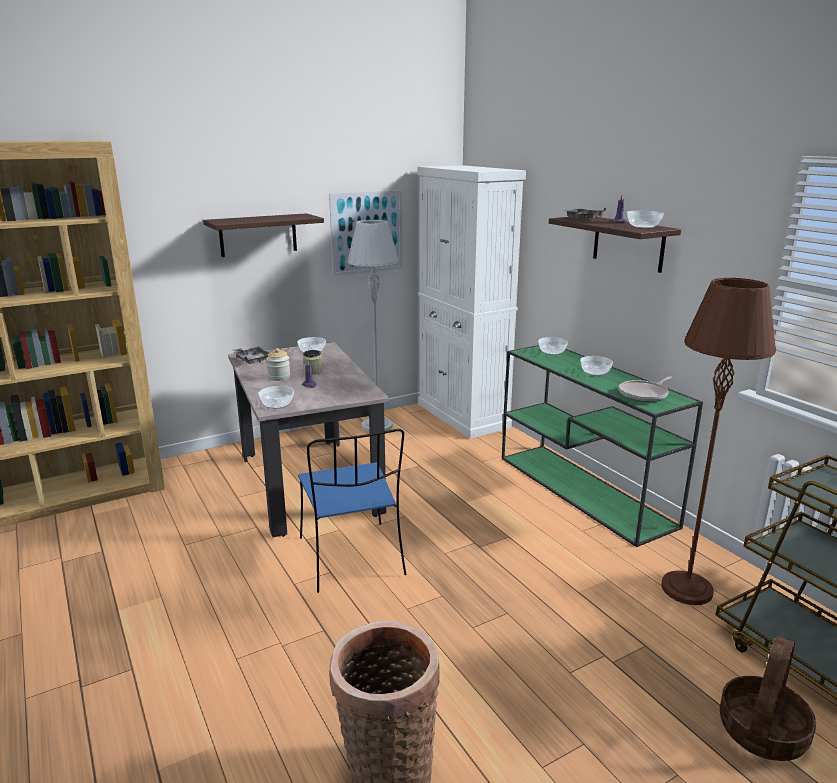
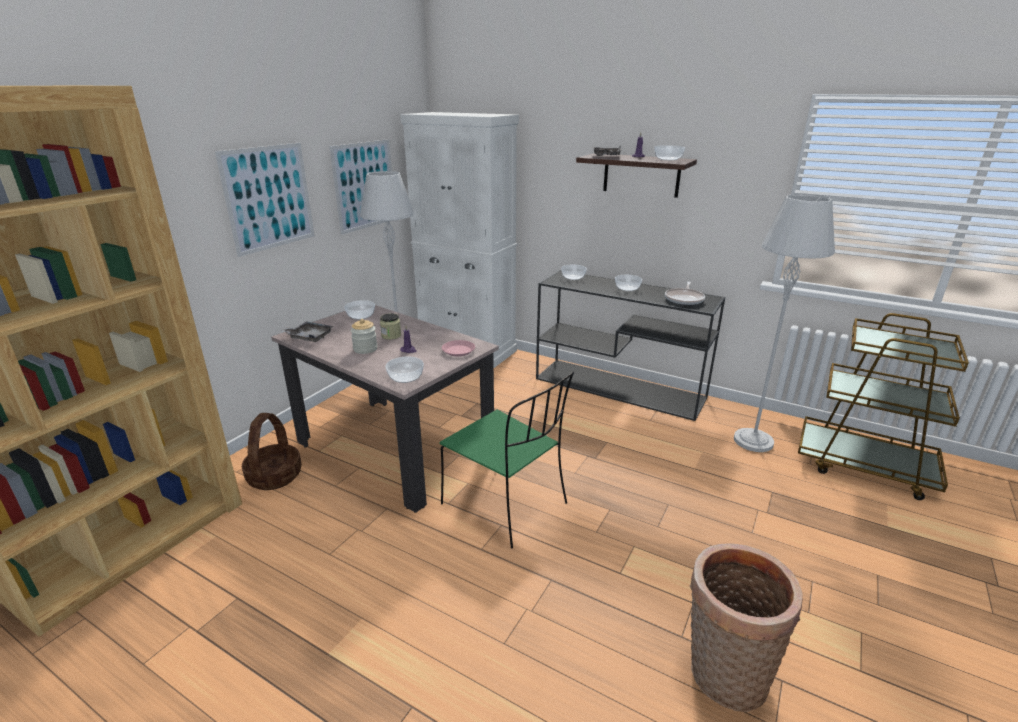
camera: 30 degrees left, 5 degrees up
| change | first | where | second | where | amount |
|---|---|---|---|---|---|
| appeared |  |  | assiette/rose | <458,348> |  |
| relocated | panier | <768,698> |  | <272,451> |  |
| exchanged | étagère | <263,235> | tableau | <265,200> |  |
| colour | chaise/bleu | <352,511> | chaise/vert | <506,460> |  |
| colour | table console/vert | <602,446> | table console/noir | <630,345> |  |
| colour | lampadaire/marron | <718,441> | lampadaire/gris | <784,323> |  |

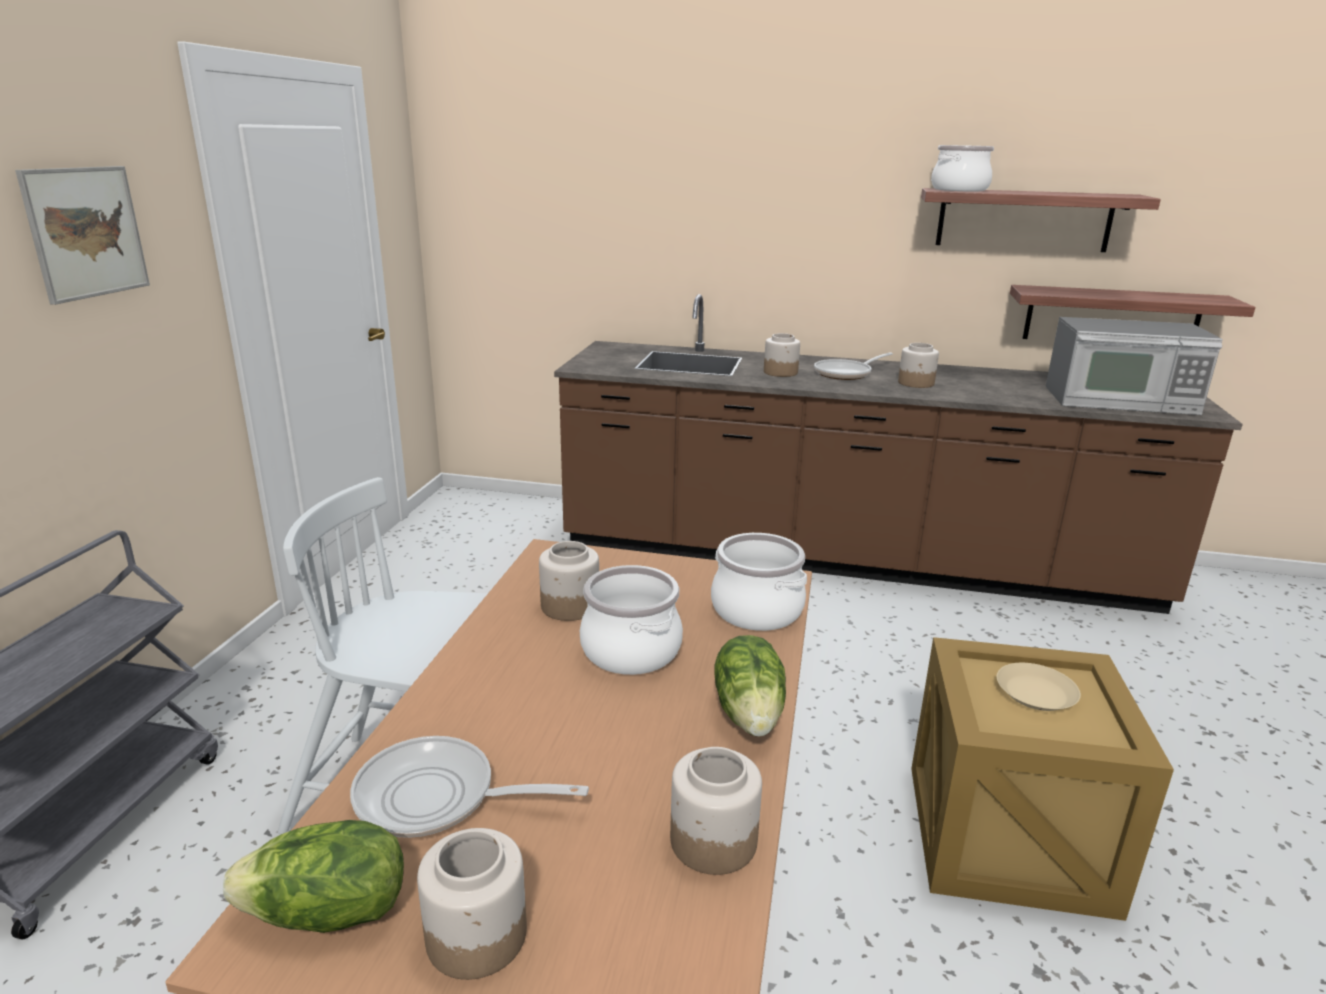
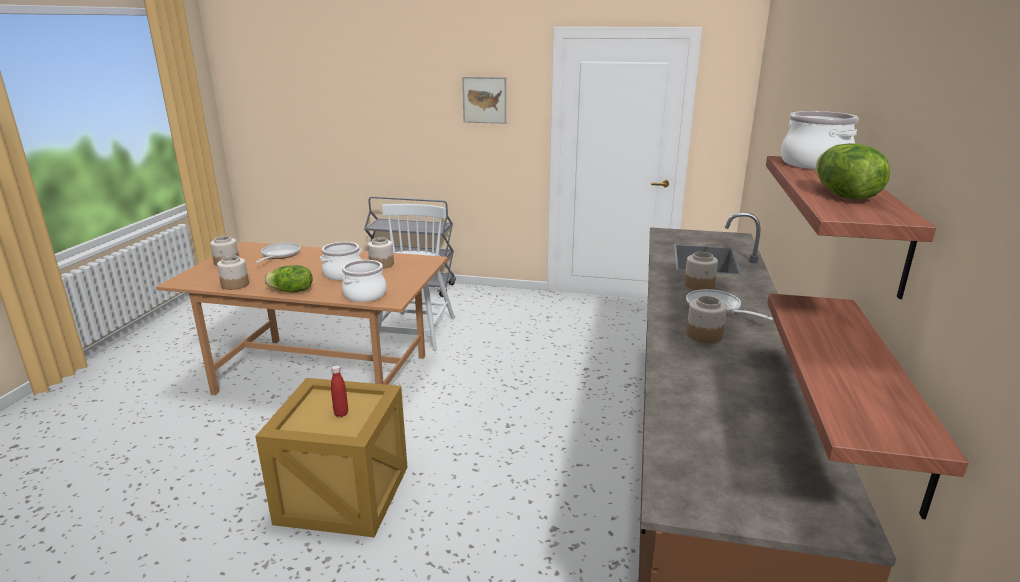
camera: 90 degrees right, 0 degrees up
| change | first | where | second | where | amount |
|---|---|---|---|---|---|
| missing | micro-ondes | <1134,366> |  |  |  |
| relocated | laitue | <313,876> |  | <853,171> |  |
| exchanged | assiette/beige | <1039,687> | bouteille/rouge | <339,391> |  |

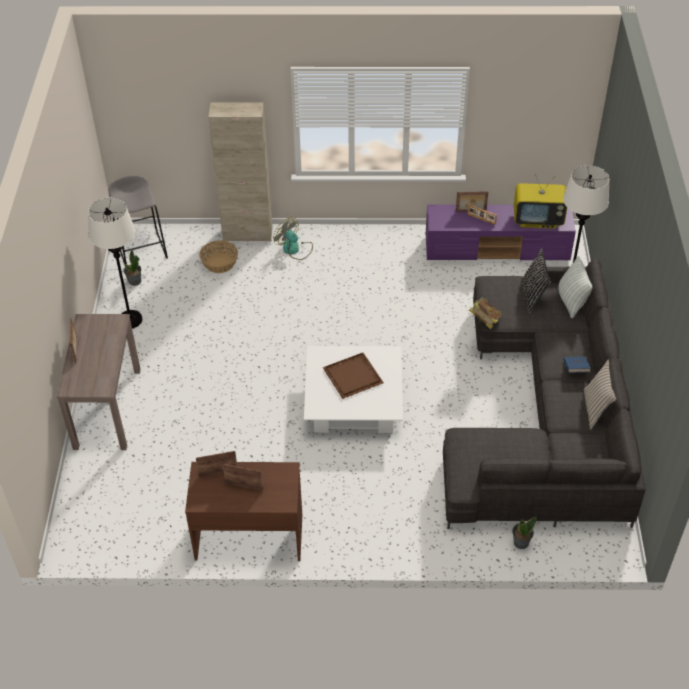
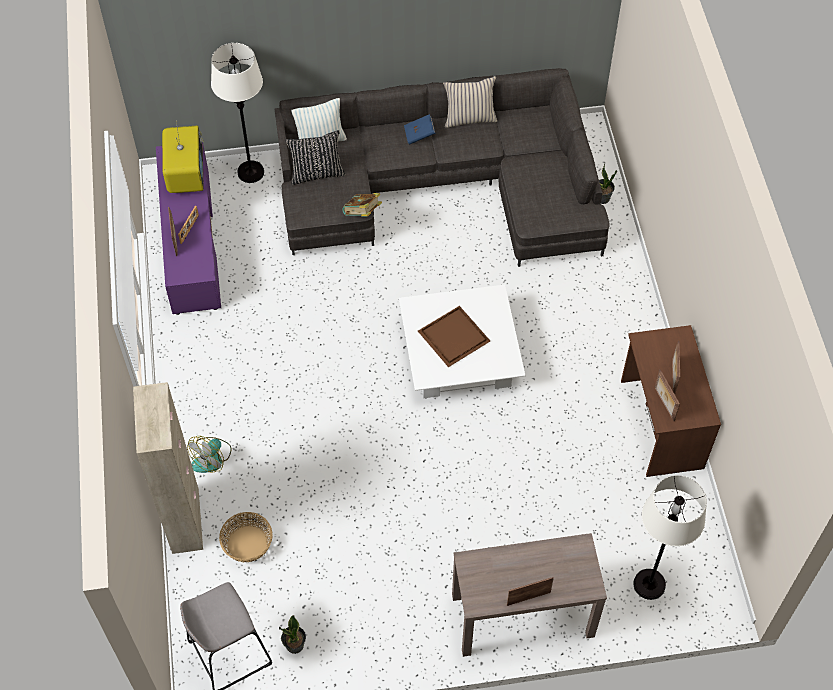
camera: 100 degrees left, 10 degrees up
| change | first | where | second | where | amount |
|---|---|---|---|---|---|
| relocated | lampadaire/blanc | <115,263> |  | <670,537> |  |

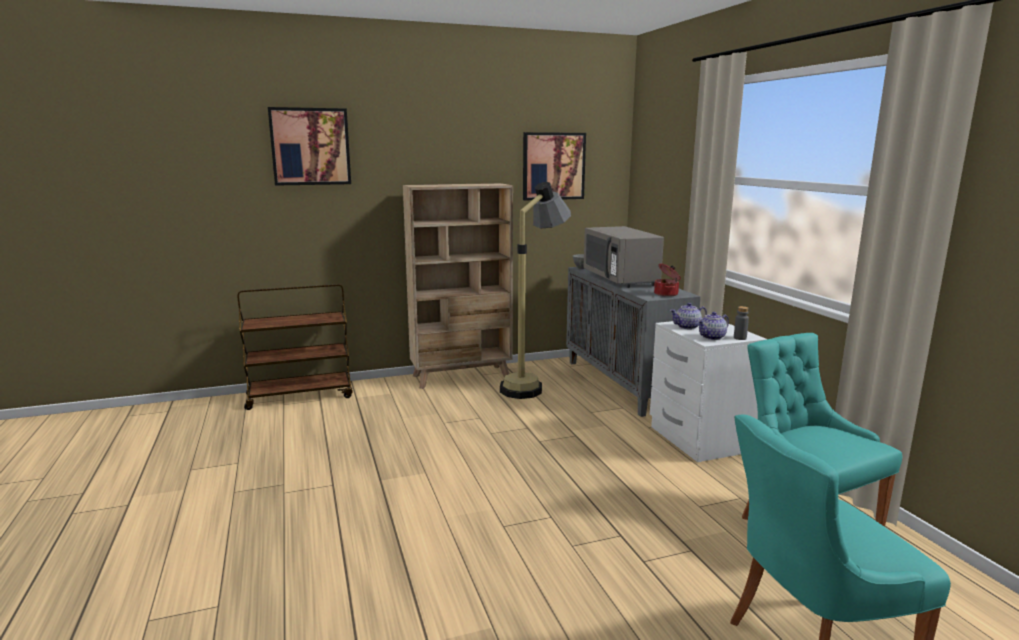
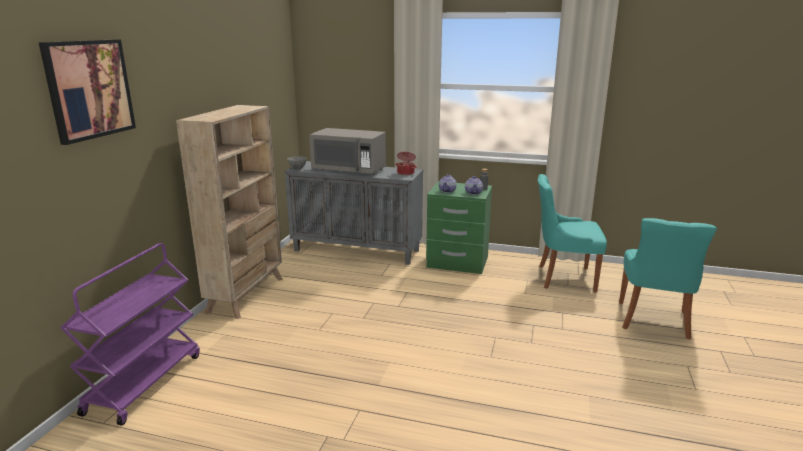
camera: 55 degrees left, 5 degrees up
| change | first | where | second | where | amount |
|---|---|---|---|---|---|
| missing | lampadaire | <535,290> |  |  |  |
| missing | tableau | <554,166> |  |  |  |
| colour | chariot/marron | <295,347> | chariot/violet | <130,334> |  |
| colour | table de chevet/blanc | <708,390> | table de chevet/vert | <459,227> |  |

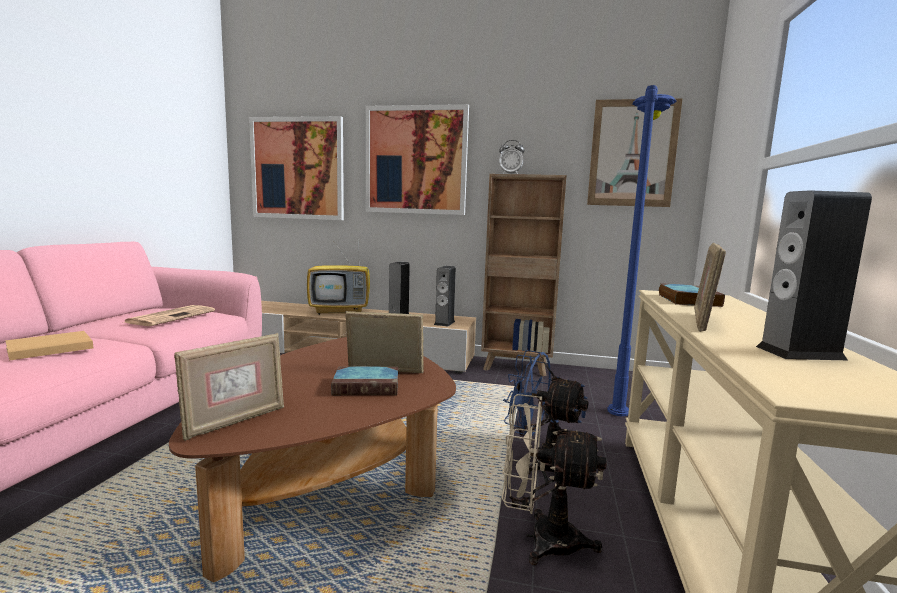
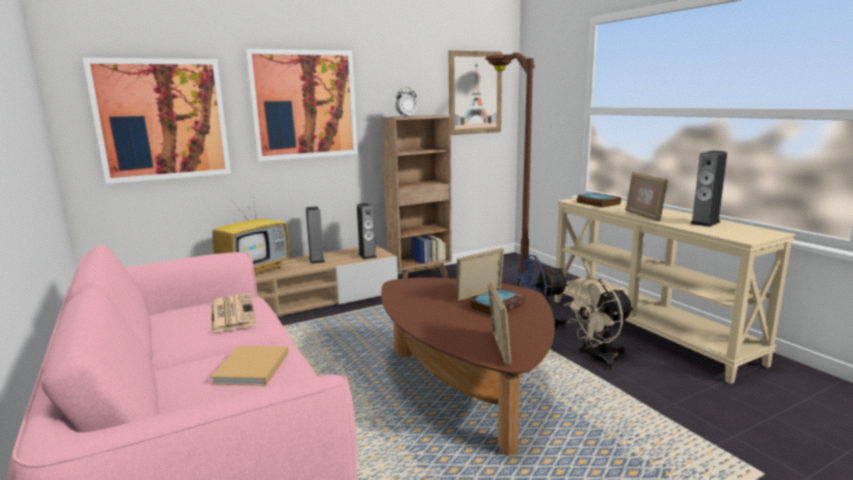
camera: 40 degrees left, 5 degrees up
| change | first | where | second | where | amount |
|---|---|---|---|---|---|
| colour | lampadaire/bleu | <642,250> | lampadaire/marron | <510,169> |  |

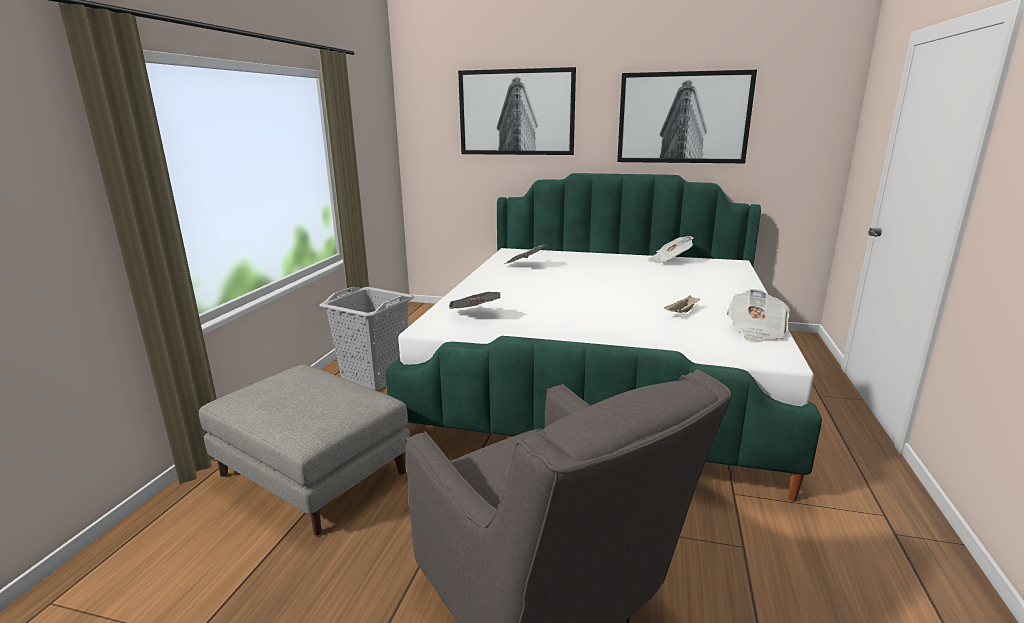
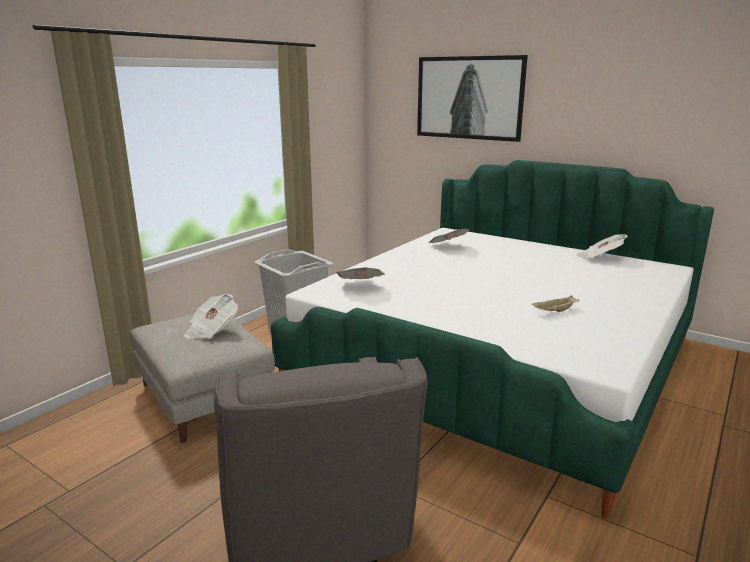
camera: 20 degrees right, 0 degrees up
| change | first | where | second | where | amount |
|---|---|---|---|---|---|
| missing | tableau | <687,116> |  |  |  |
| relocated | journal | <758,316> |  | <211,316> |  |

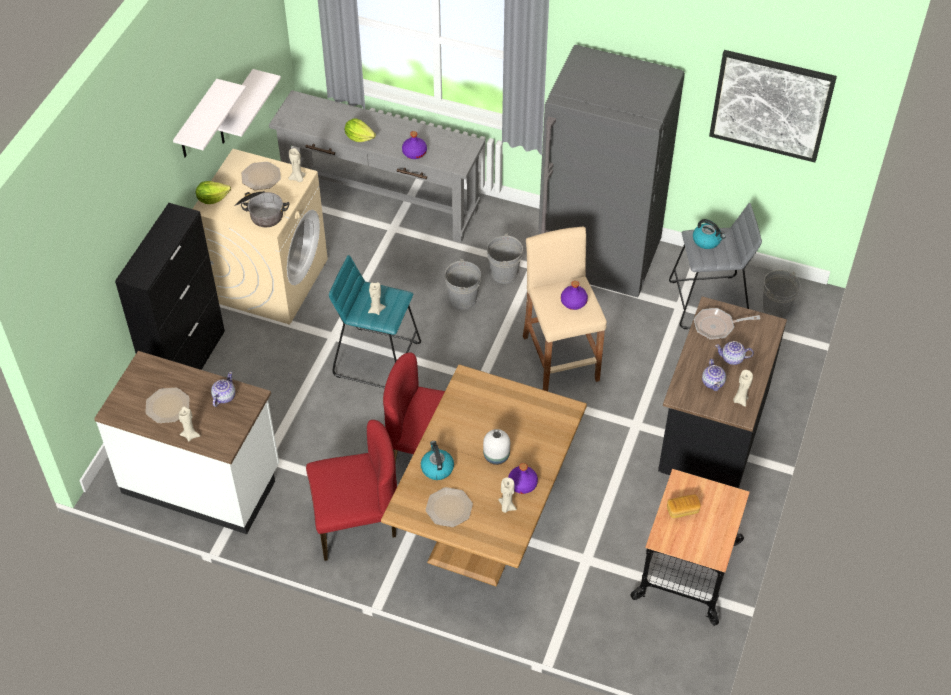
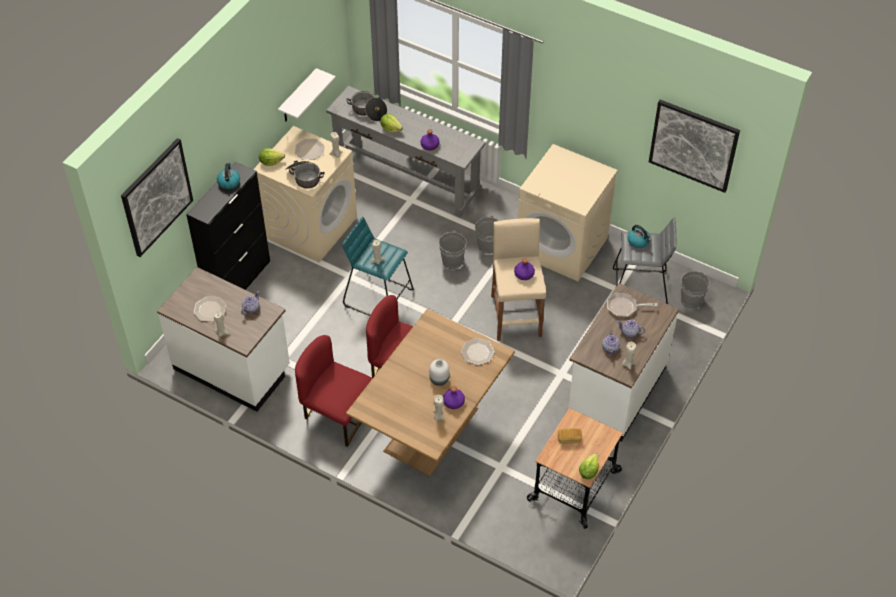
camera: 10 degrees right, 0 degrees up
| change | first | where | second | where | amount |
|---|---|---|---|---|---|
| missing | étagère/blanc | <209,118> |  |  |  |
| appeared |  |  | tableau | <157,197> |  |
| appeared |  |  | marmite | <366,106> |  |
| appeared |  |  | laitue | <589,466> |  |
| relocated | bouilloire | <437,460> |  | <228,176> |  |
| relocated | assiette | <449,507> |  | <478,351> |  |
| exchanged | réfrigérateur/gris | <611,171> | lave-linge/beige | <568,212> |  |
| colour | comptoir de cuisine/noir | <722,392> | comptoir de cuisine/blanc | <623,362> |  |
| spun | chaise/rouge | <351,490> |  | <334,391> | 150 degrees counterclockwise |

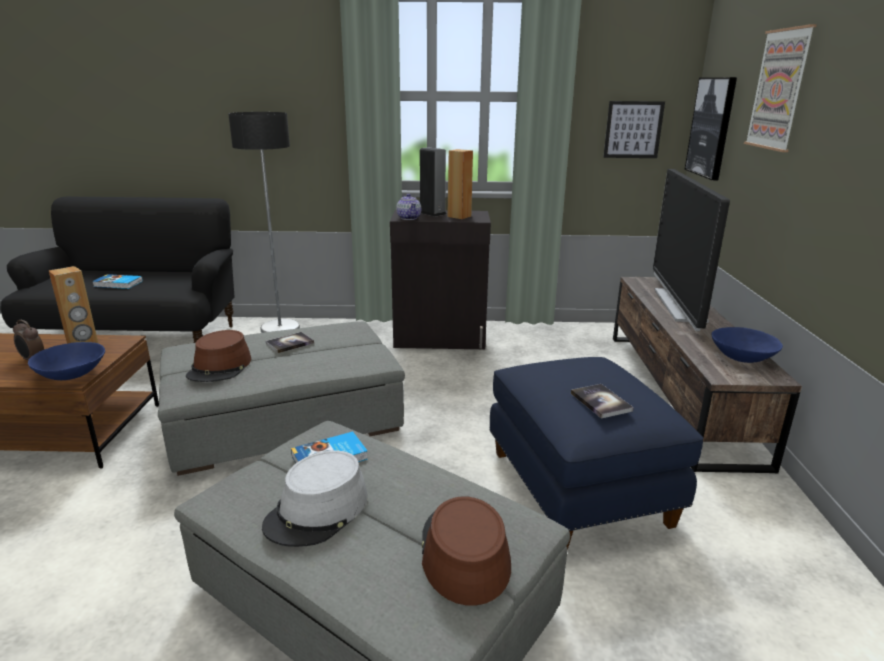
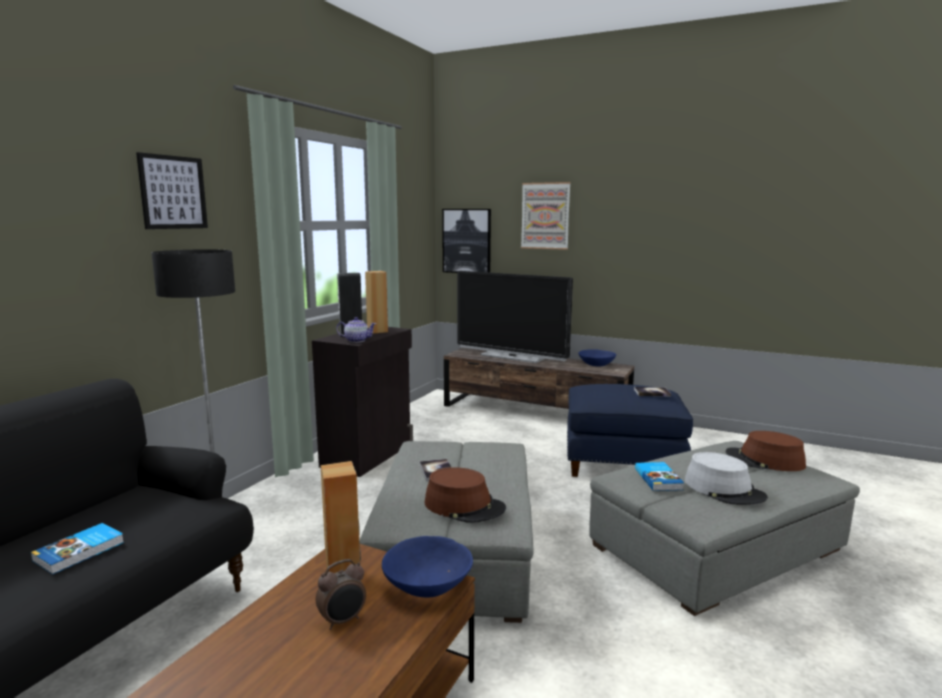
camera: 65 degrees left, 10 degrees down
| change | first | where | second | where | amount |
|---|---|---|---|---|---|
| relocated | tableau | <634,129> |  | <172,190> |  |

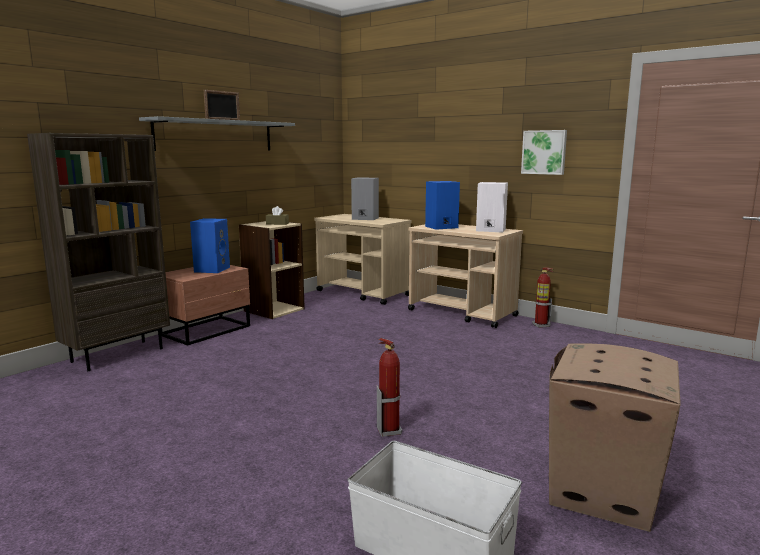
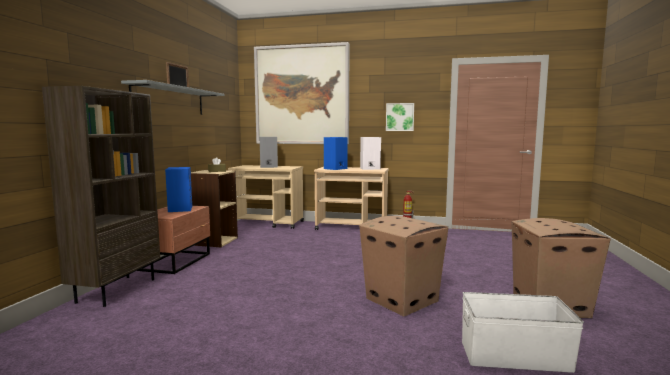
camera: 25 degrees left, 5 degrees down
| change | first | where | second | where | amount |
|---|---|---|---|---|---|
| appeared |  |  | tableau | <302,93> |  |
| exchanged | extincteur | <389,387> | carton | <403,266> |  |

